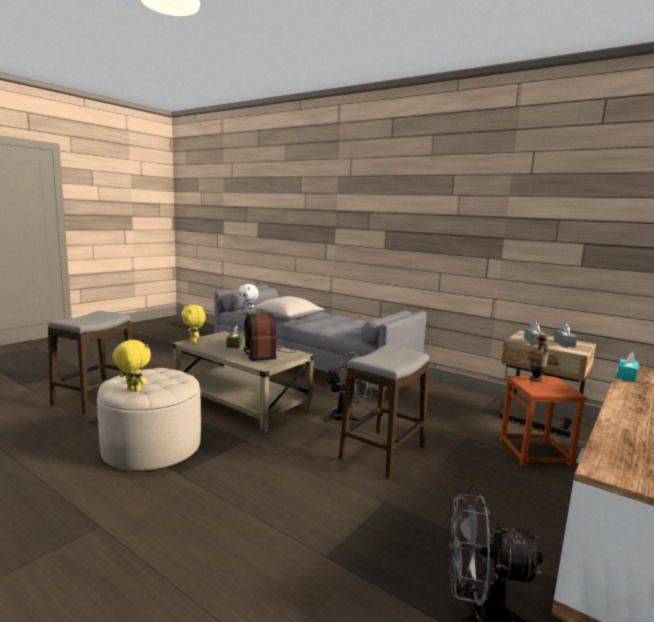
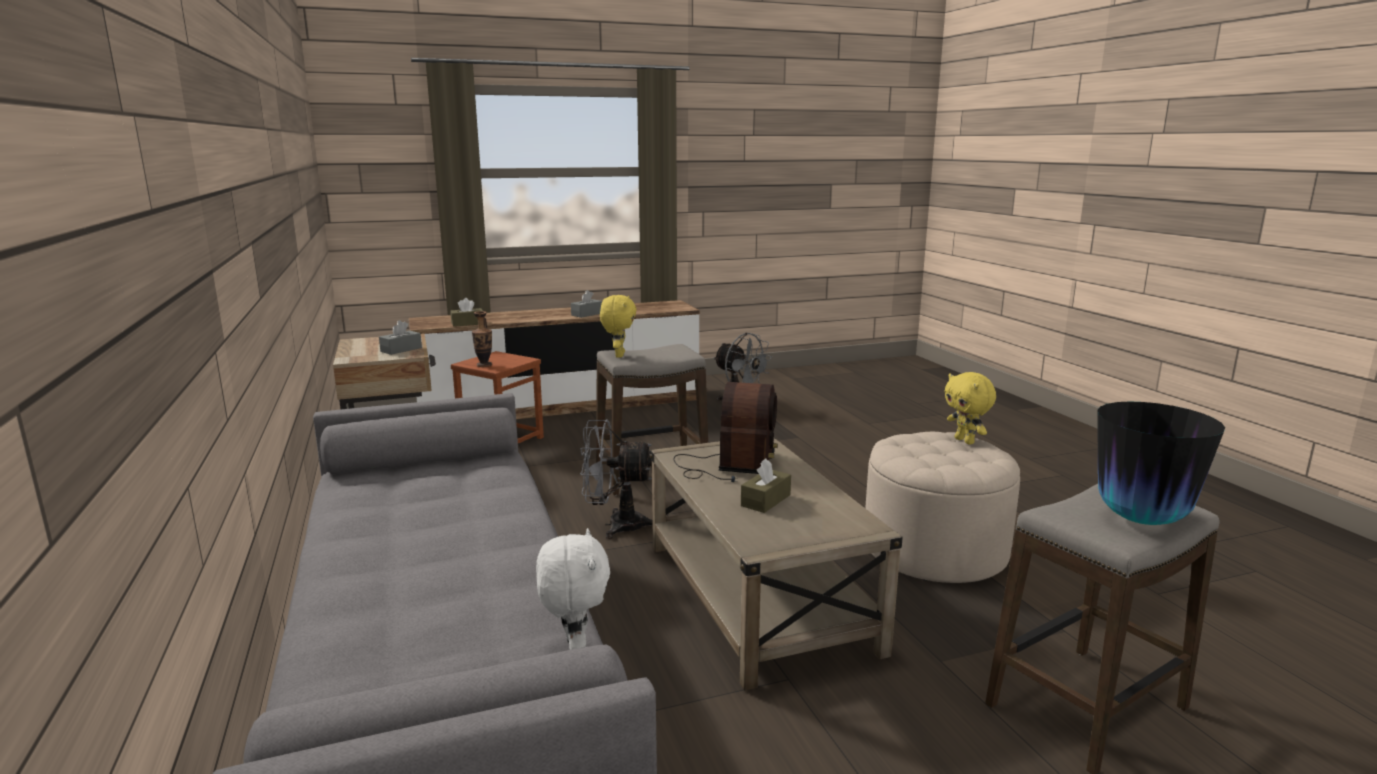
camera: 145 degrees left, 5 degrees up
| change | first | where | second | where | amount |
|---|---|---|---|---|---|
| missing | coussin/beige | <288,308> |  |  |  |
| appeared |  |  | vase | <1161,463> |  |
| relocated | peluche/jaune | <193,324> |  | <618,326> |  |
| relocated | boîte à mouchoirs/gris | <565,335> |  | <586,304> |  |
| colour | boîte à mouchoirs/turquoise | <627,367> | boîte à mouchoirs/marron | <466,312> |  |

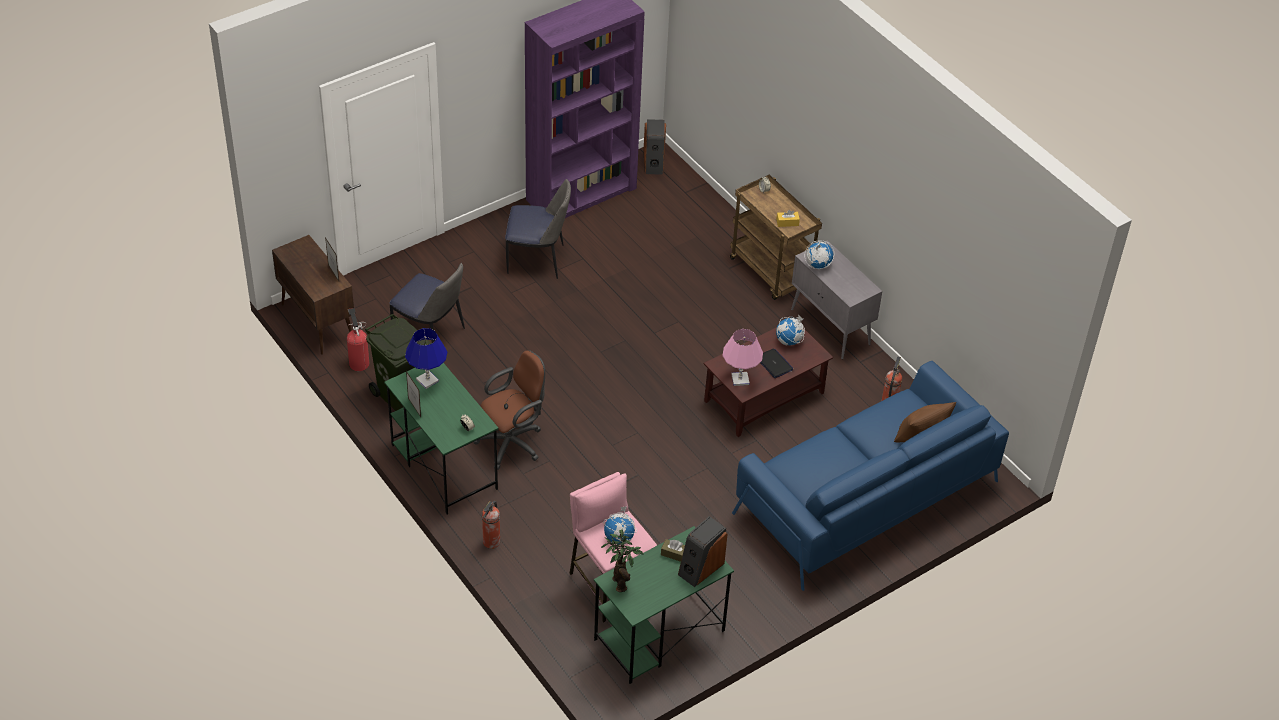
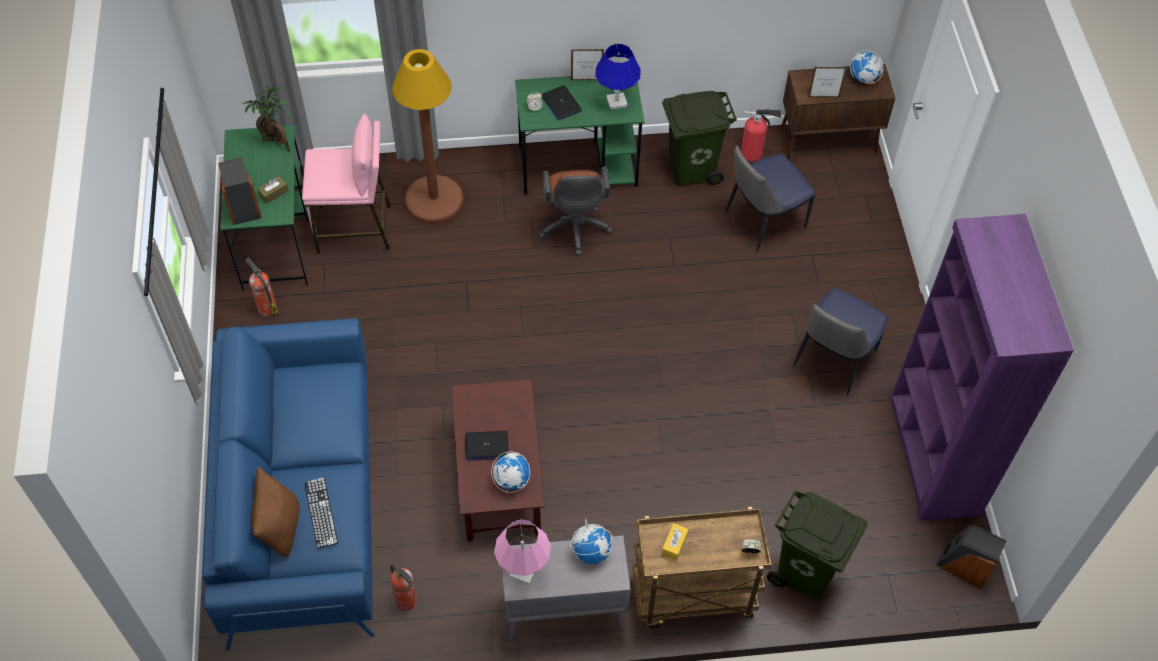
camera: 120 degrees right, 10 degrees up
| change | first | where | second | where | amount |
|---|---|---|---|---|---|
| appeared |  |  | clavier | <321,513> |  |
| appeared |  |  | lampadaire/marron | <427,136> |  |
| appeared |  |  | ordinateur portable | <562,102> |  |
| appeared |  |  | poubelle/vert | <817,545> |  |
| relocated | extincteur | <491,525> |  | <261,287> |  |
| relocated | globe | <620,525> |  | <866,67> |  |
| relocated | lampe de table/rose | <742,357> |  | <522,552> |  |

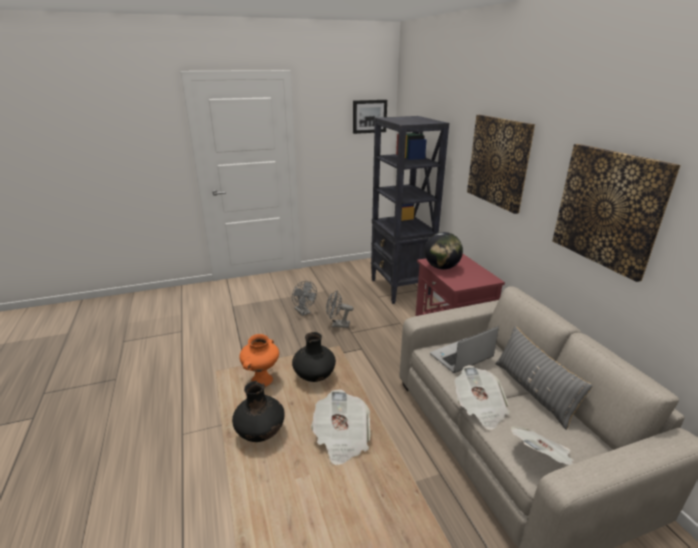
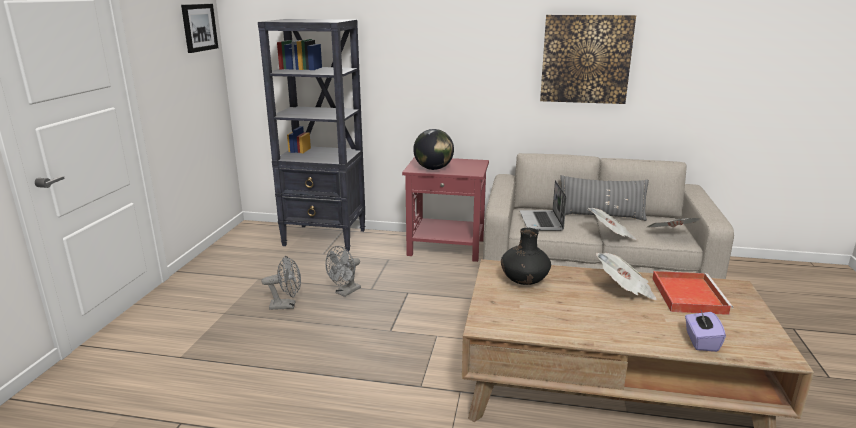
camera: 60 degrees left, 5 degrees down
| change | first | where | second | where | amount |
|---|---|---|---|---|---|
| missing | vase/noir | <258,411> |  |  |  |
| missing | vase/orange | <259,360> |  |  |  |
| missing | tableau | <501,164> |  |  |  |
| appeared |  |  | plateau/rouge | <692,293> |  |
| appeared |  |  | boîte à mouchoirs/violet | <705,331> |  |

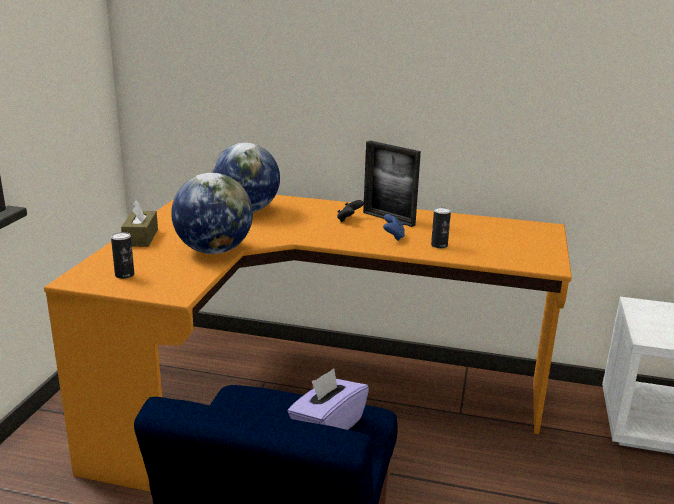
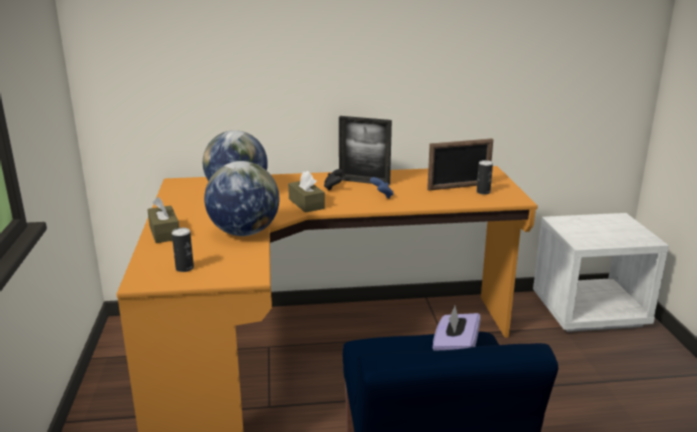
camera: 20 degrees left, 0 degrees up
| change | first | where | second | where | amount |
|---|---|---|---|---|---|
| appeared |  |  | boîte à mouchoirs/marron | <306,192> |  |
| appeared |  |  | cadre photo | <460,165> |  |
| relocated | boîte métallique | <441,228> |  | <484,177> |  |

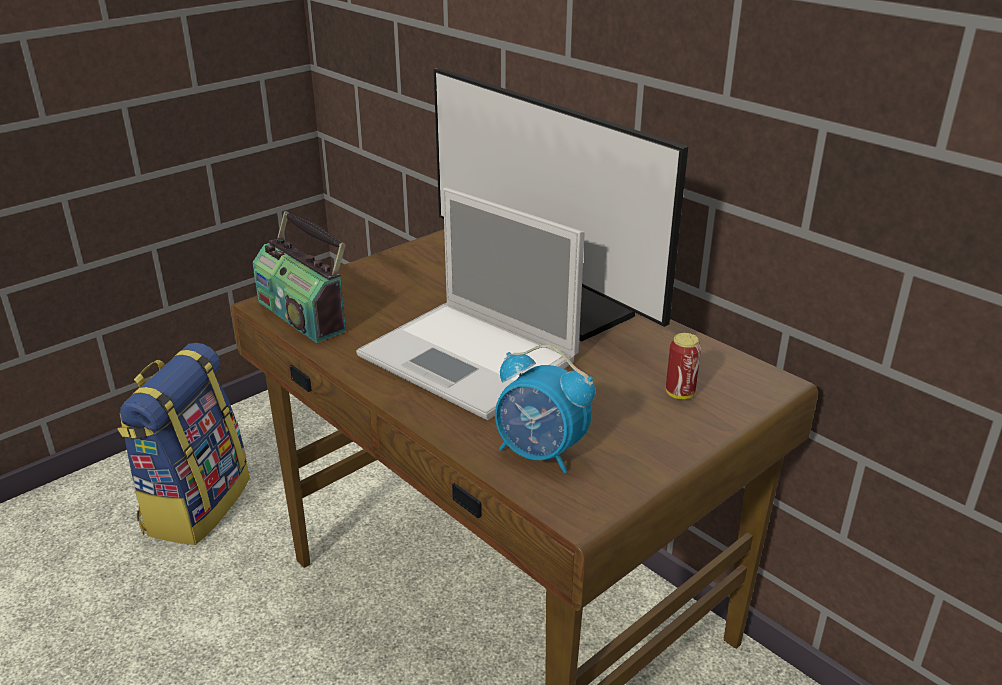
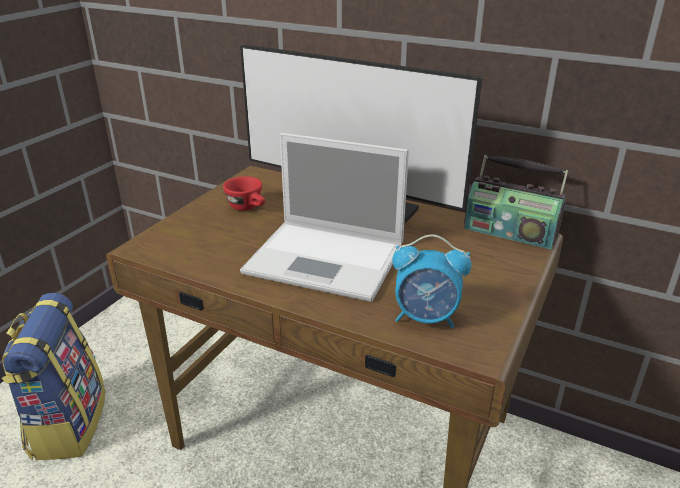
camera: 20 degrees left, 0 degrees up
| change | first | where | second | where | amount |
|---|---|---|---|---|---|
| missing | boîte métallique | <683,366> |  |  |  |
| appeared |  |  | tasse/rouge | <244,193> |  |
| relocated | radio | <299,277> |  | <516,202> |  |

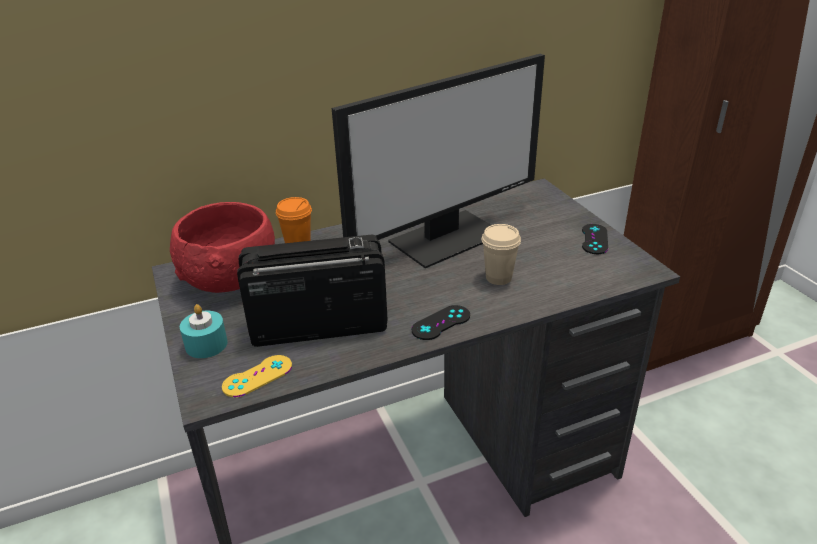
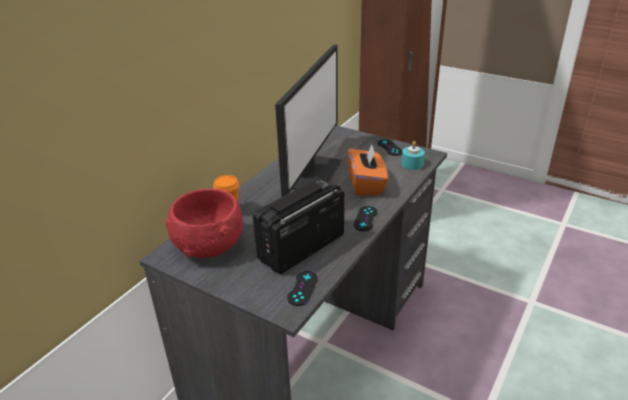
camera: 35 degrees left, 0 degrees up
| change | first | where | second | where | amount |
|---|---|---|---|---|---|
| relocated | bougie/turquoise | <204,331> |  | <413,155> |  |
| exchanged | tasse/beige | <501,254> | boîte à mouchoirs/orange | <367,170> |  |
| colour | manette/jaune | <257,376> | manette/noir | <302,288> |  |

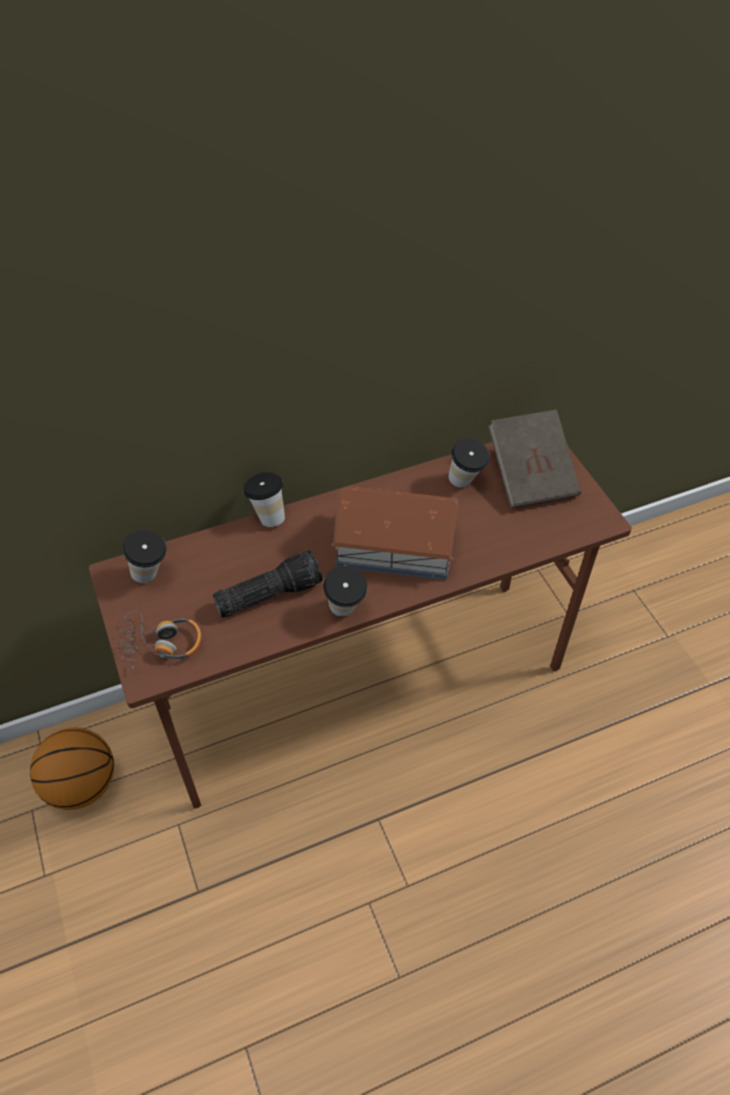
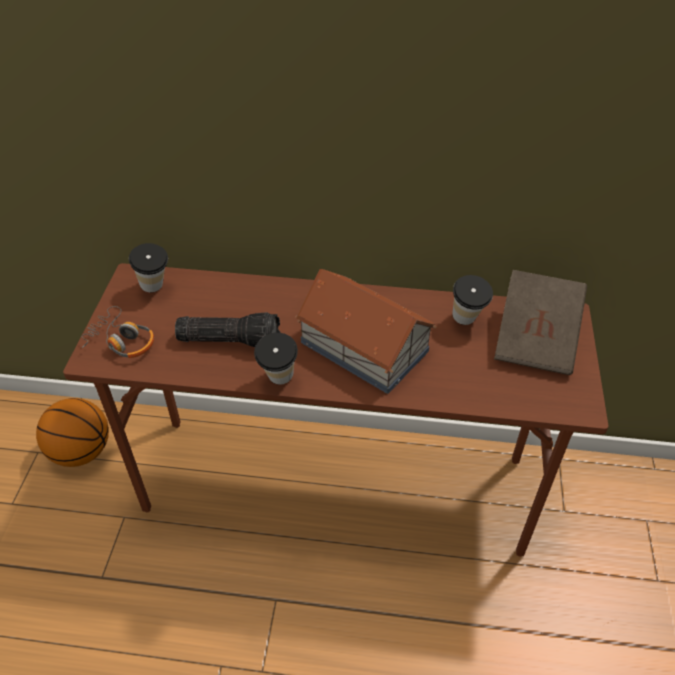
camera: 30 degrees right, 5 degrees down
| change | first | where | second | where | amount |
|---|---|---|---|---|---|
| missing | tasse | <264,499> |  |  |  |

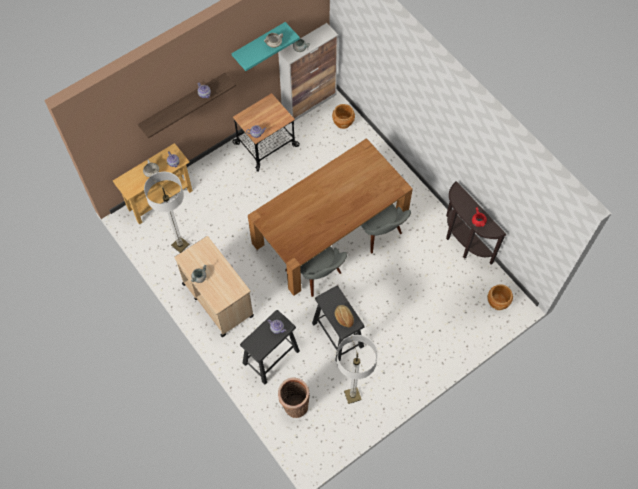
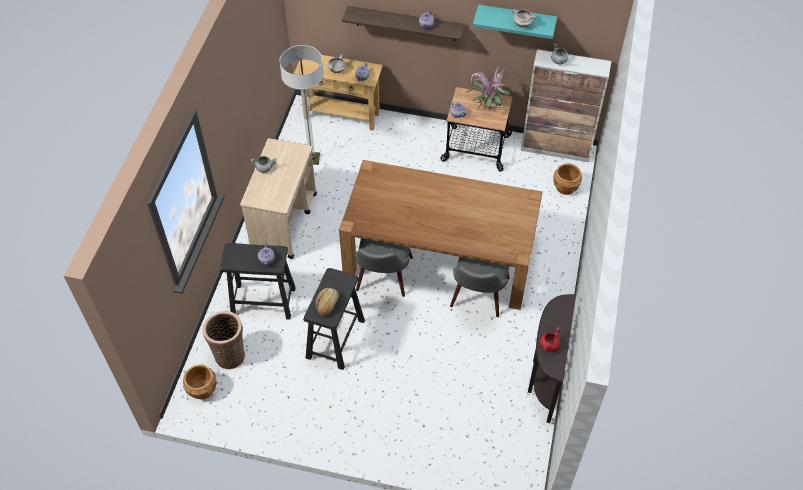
camera: 50 degrees right, 10 degrees down
| change | first | where | second | where | amount |
|---|---|---|---|---|---|
| missing | lampadaire | <357,369> |  |  |  |
| appeared |  |  | plante en pot | <488,89> |  |
| relocated | cache-pot/marron | <500,297> |  | <199,381> |  |

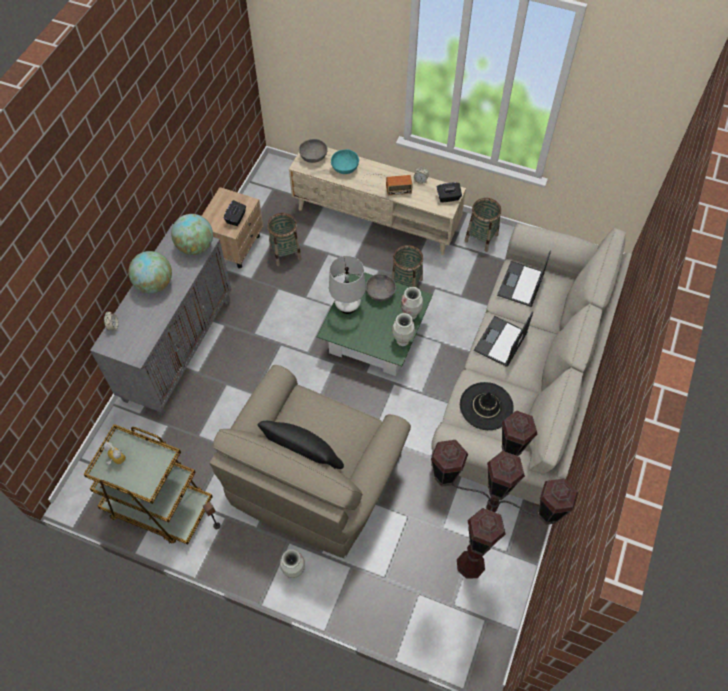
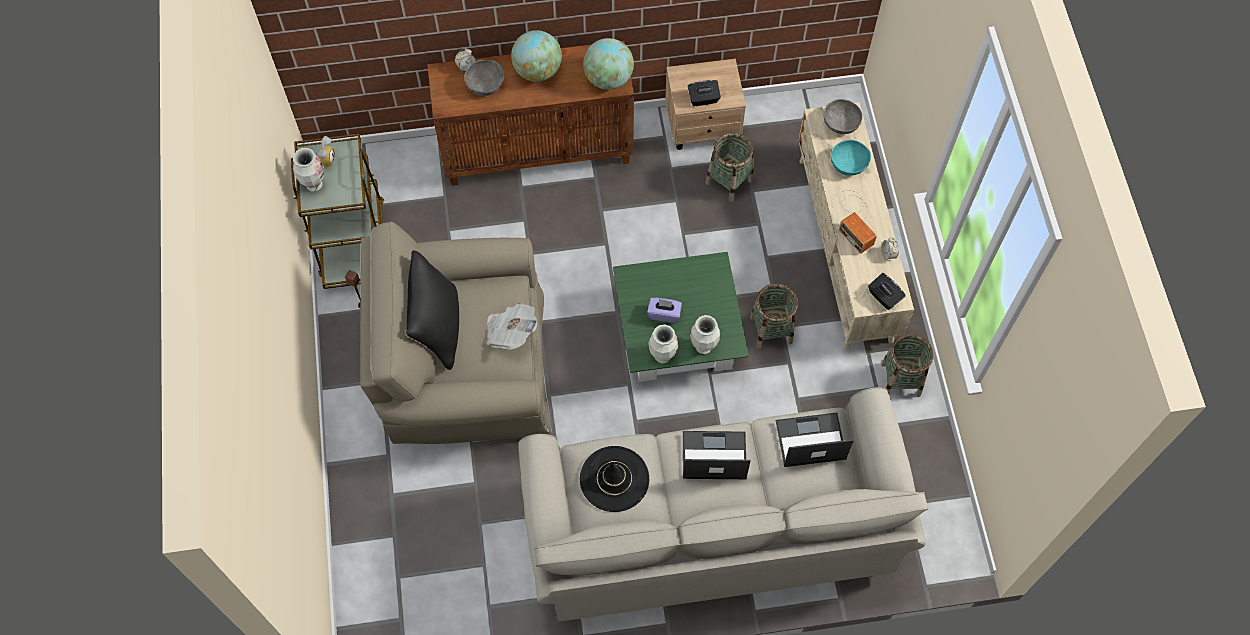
camera: 60 degrees right, 5 degrees up
| change | first | where | second | where | amount |
|---|---|---|---|---|---|
| missing | lampe de table/blanc | <347,285> |  |  |  |
| missing | lampadaire/marron | <504,494> |  |  |  |
| appeared |  |  | journal | <512,326> |  |
| appeared |  |  | boîte à mouchoirs/violet | <664,310> |  |
| relocated | vase | <292,563> |  | <308,169> |  |
| relocated | bol/gris | <381,287> |  | <484,78> |  |
| colour | meuble de rangement/gris | <160,320> | meuble de rangement/marron | <530,113> |  |

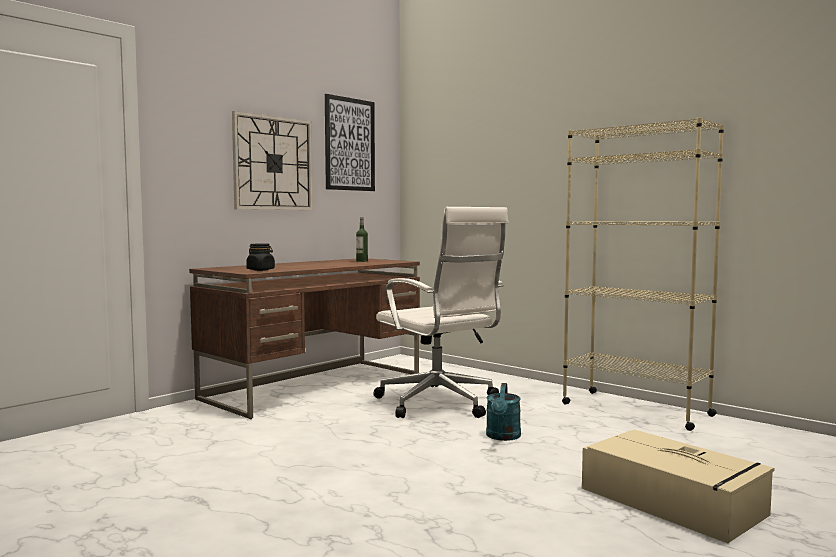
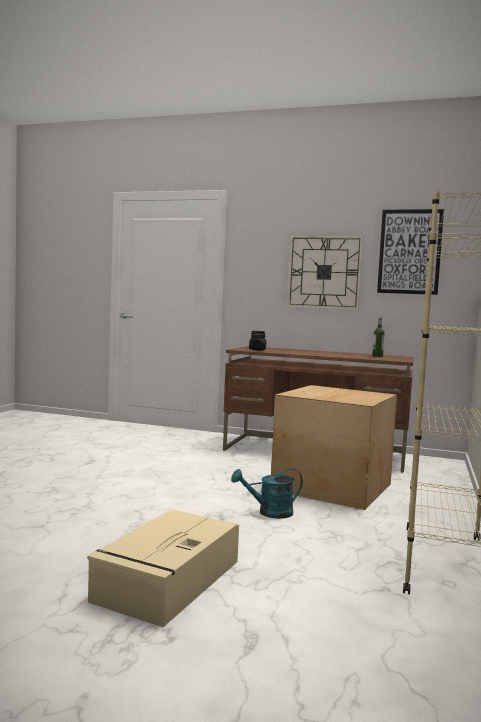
camera: 65 degrees right, 0 degrees up
| change | first | where | second | where | amount |
|---|---|---|---|---|---|
| exchanged | chaise de bureau/blanc | <441,312> | carton | <334,447> |  |

